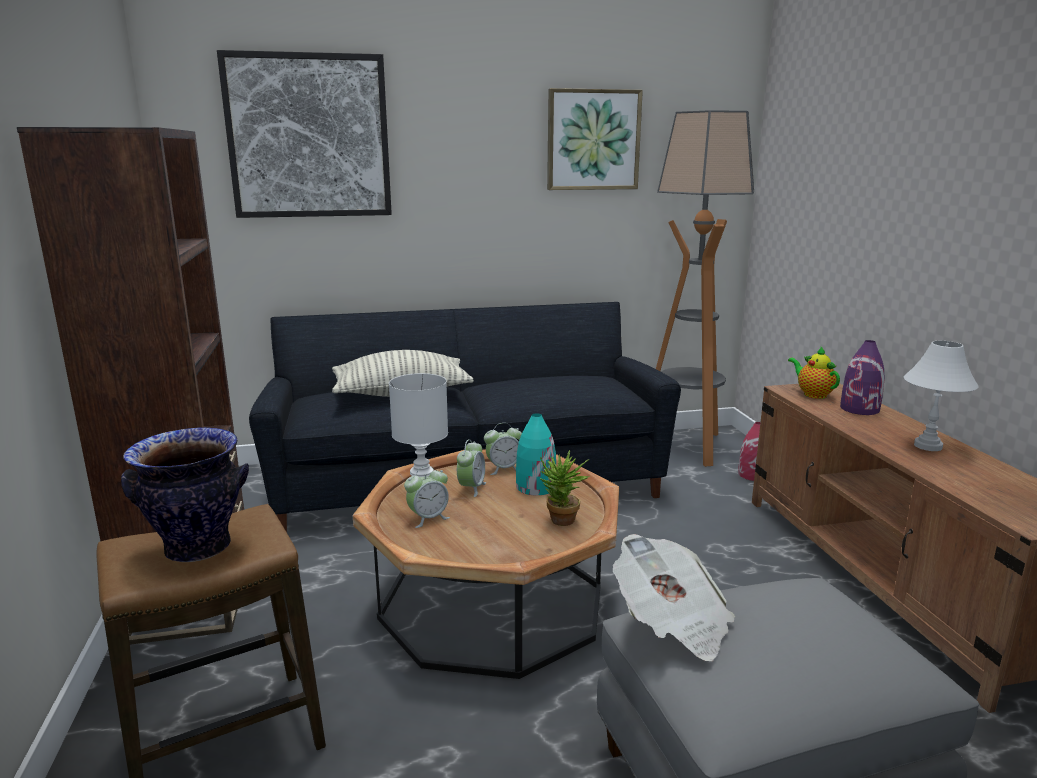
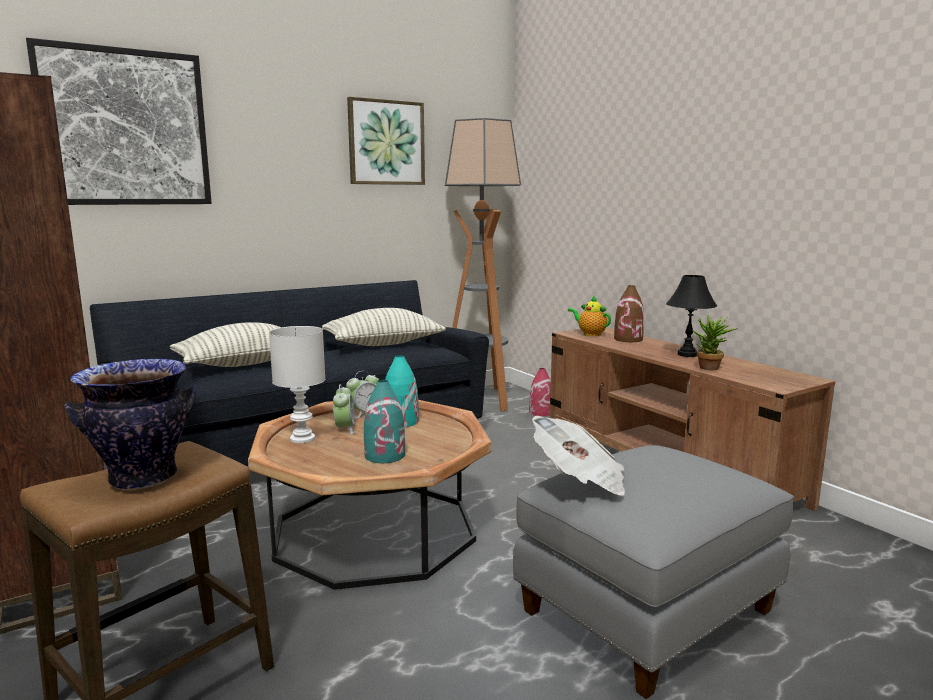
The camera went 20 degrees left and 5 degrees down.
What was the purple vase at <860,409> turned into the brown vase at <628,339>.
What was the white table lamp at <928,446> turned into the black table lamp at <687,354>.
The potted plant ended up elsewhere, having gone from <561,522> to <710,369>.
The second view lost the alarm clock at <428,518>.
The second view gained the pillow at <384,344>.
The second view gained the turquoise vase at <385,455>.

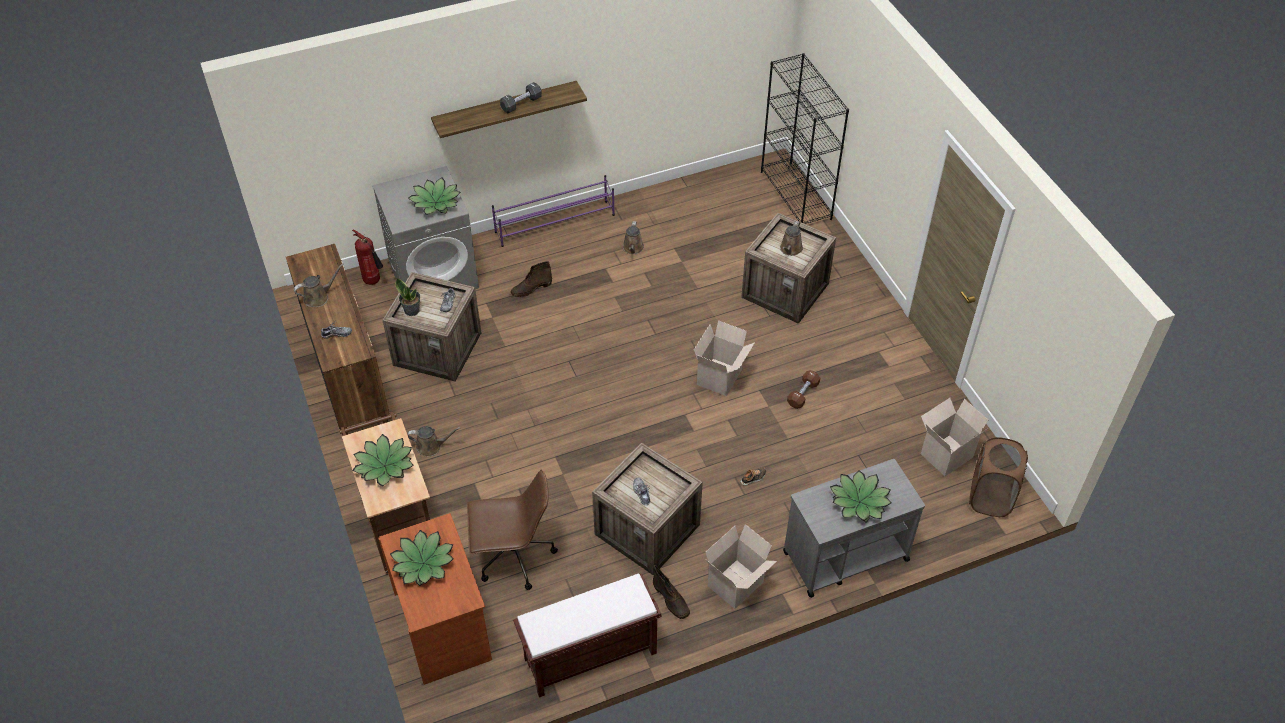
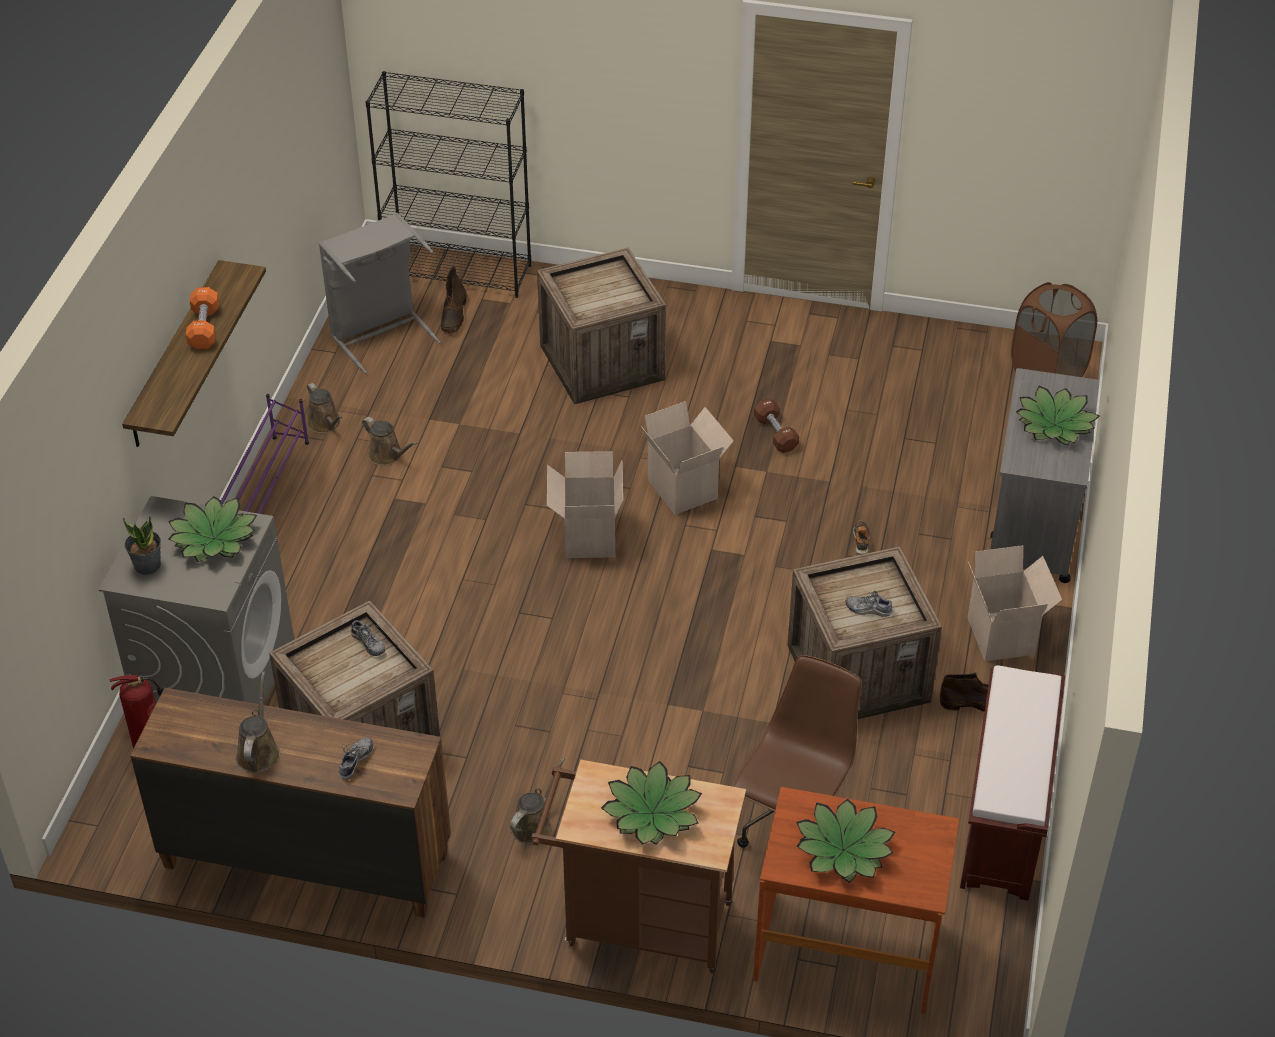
The camera went 55 degrees left and 5 degrees down.
What was the black dumbbell at <521,104> turned into the orange dumbbell at <204,328>.
The brown watering can ended up elsewhere, having gone from <790,249> to <325,424>.
The brown boot ended up elsewhere, having gone from <531,288> to <454,316>.
The potted plant ended up elsewhere, having gone from <412,310> to <147,565>.
The cardboard box ended up elsewhere, having gone from <946,454> to <588,536>.
The second view gained the grey laundry basket at <380,334>.

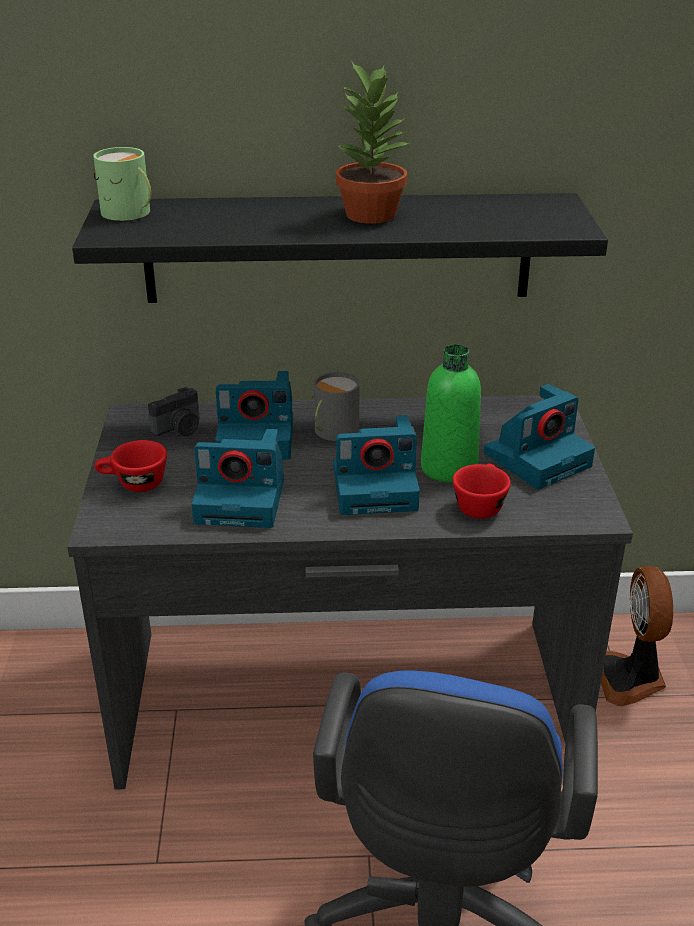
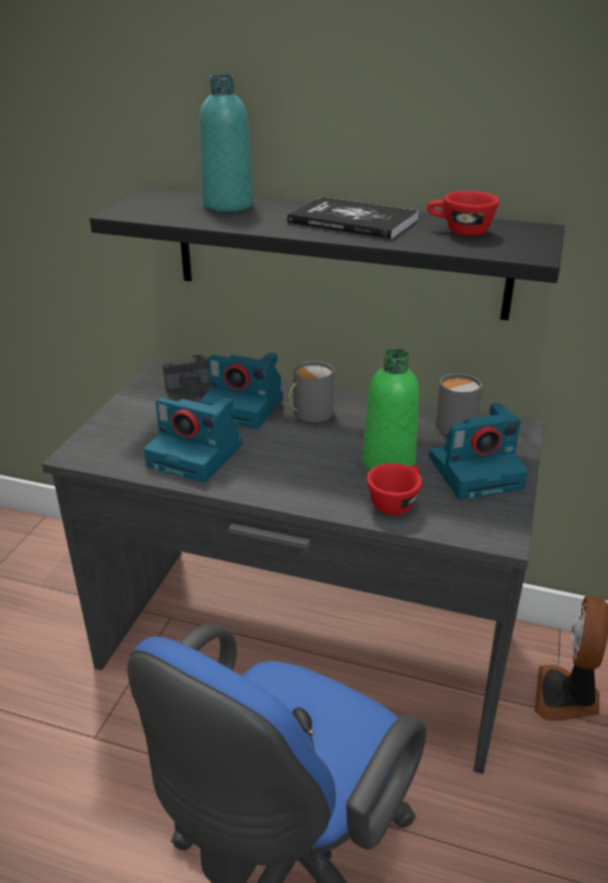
The camera went 20 degrees right and 0 degrees up.
Where the potted plant stood at <370,214>, the book came to stand at <353,221>.
The second view lost the green mug at <129,213>.
The second view lost the photo camera at <377,488>.
The red cup ended up elsewhere, having gone from <133,484> to <459,231>.
The second view gained the turquoise bottle at <228,205>.
The second view gained the grey mug at <453,423>.

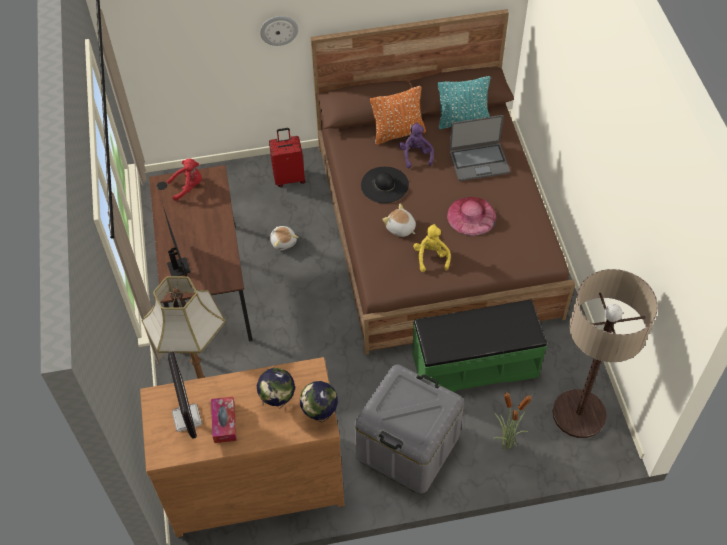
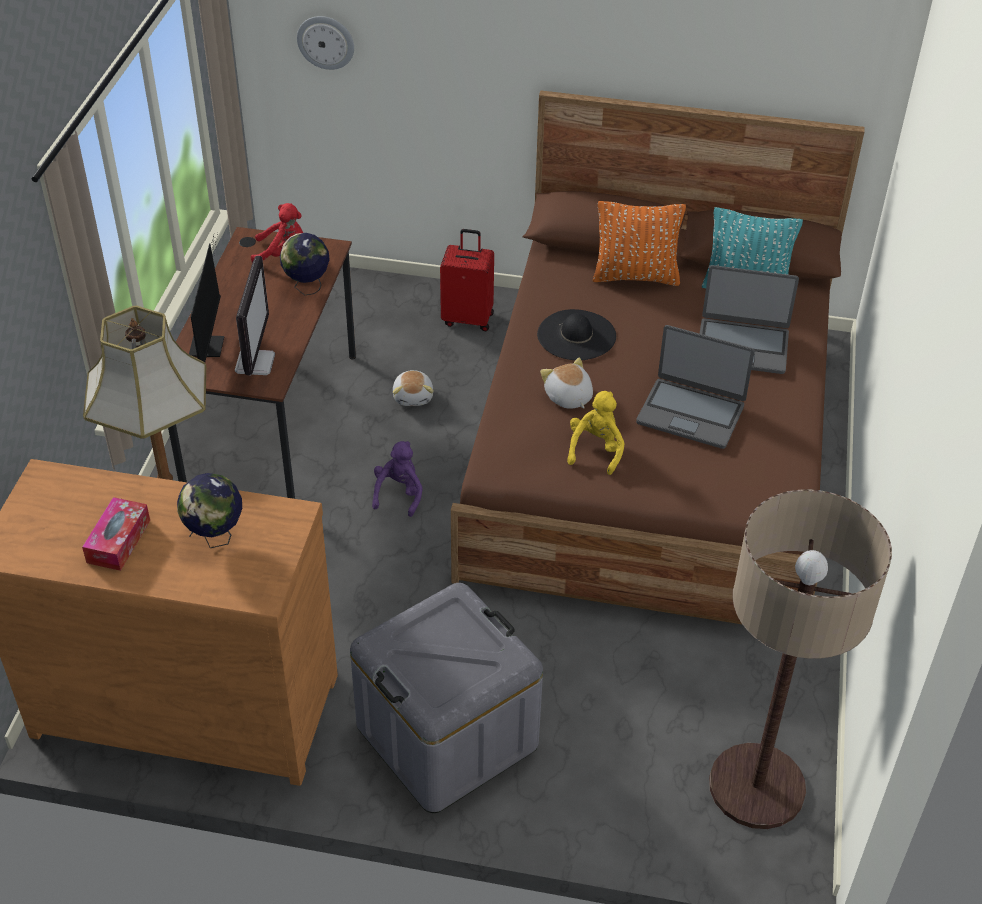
The camera went 20 degrees right and 10 degrees down.
The wall clock ended up elsewhere, having gone from <279,30> to <326,42>.
The purple plush toy ended up elsewhere, having gone from <415,155> to <399,494>.
Where the pink hat stood at <471,216>, the laptop came to stand at <691,413>.
The second view lost the green bench at <474,364>.
The monitor ended up elsewhere, having gone from <186,417> to <255,362>.
The globe ended up elsewhere, having gone from <320,414> to <307,288>.
The second view lost the potted plant at <506,443>.

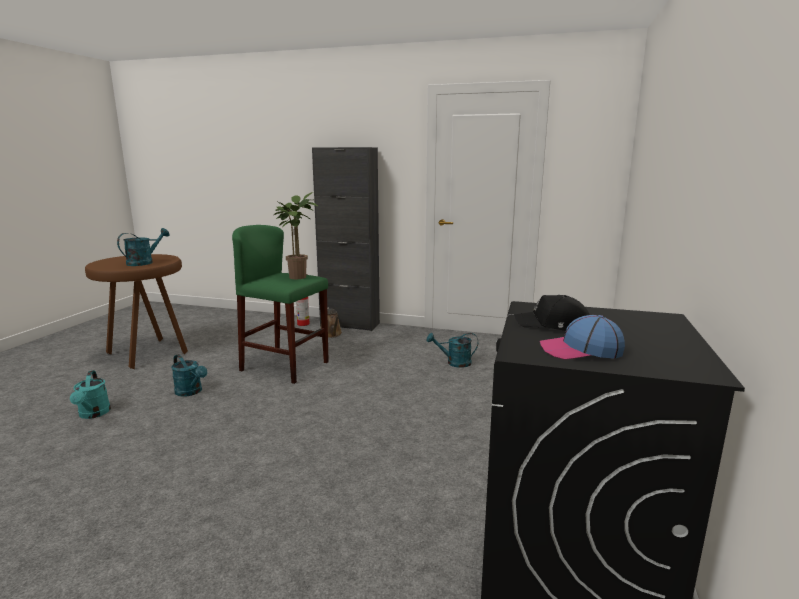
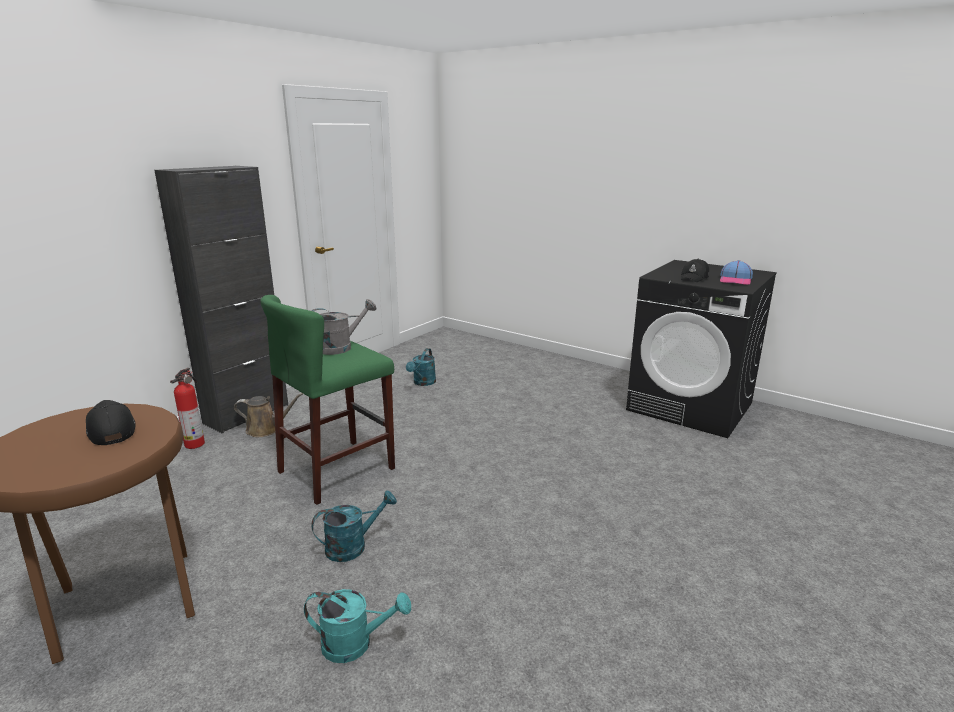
The camera went 70 degrees left and 5 degrees up.
Where the potted plant stood at <297,276>, the grey watering can came to stand at <341,347>.
Where the turquoise watering can stood at <144,262>, the black cap came to stand at <111,431>.

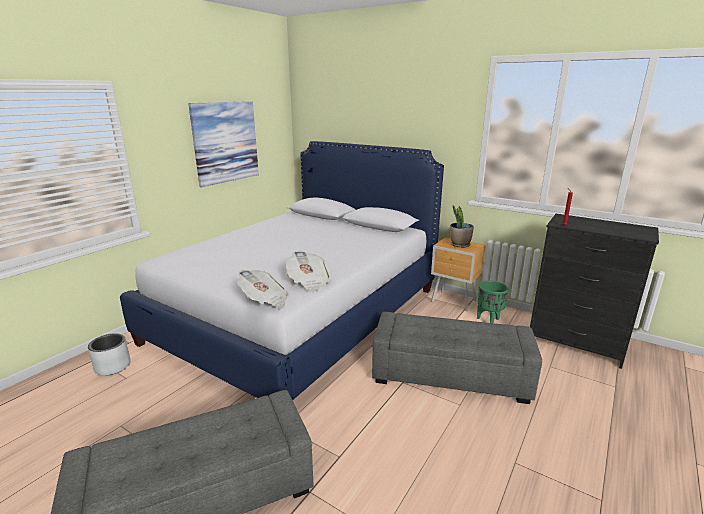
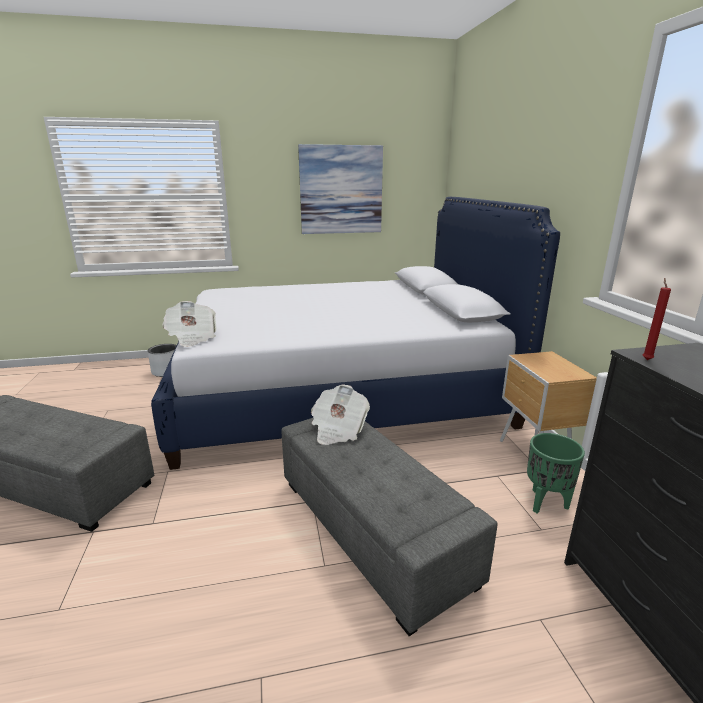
The camera went 45 degrees right and 0 degrees up.
The second view lost the potted plant at <459,245>.
The newspaper ended up elsewhere, having gone from <308,282> to <338,429>.

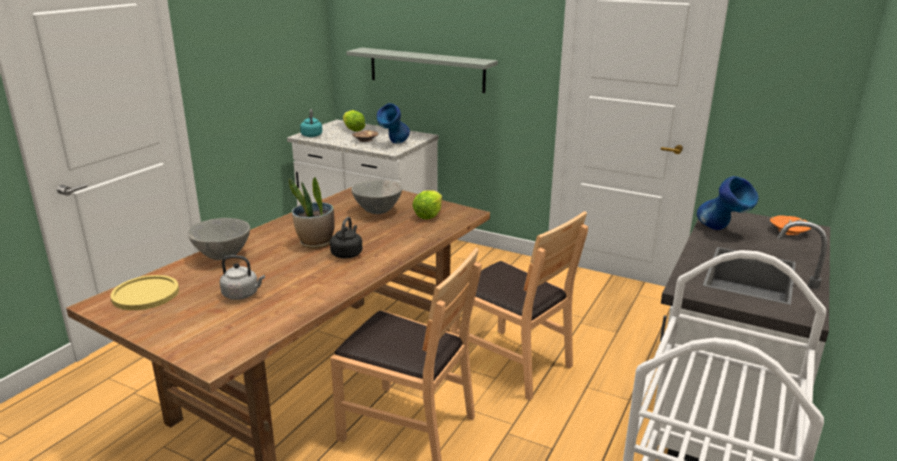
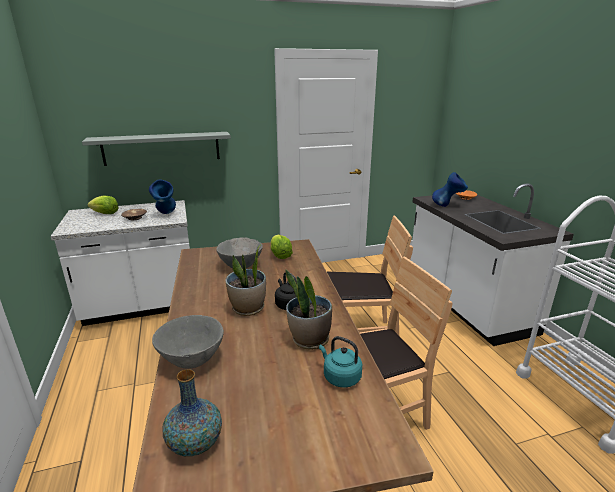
The camera went 45 degrees left and 0 degrees up.
The turquoise kettle ended up elsewhere, having gone from <311,135> to <340,377>.
The second view lost the grey kettle at <242,294>.
Where the yellow plate stood at <145,294>, the vase came to stand at <195,443>.
The second view gained the potted plant at <309,340>.

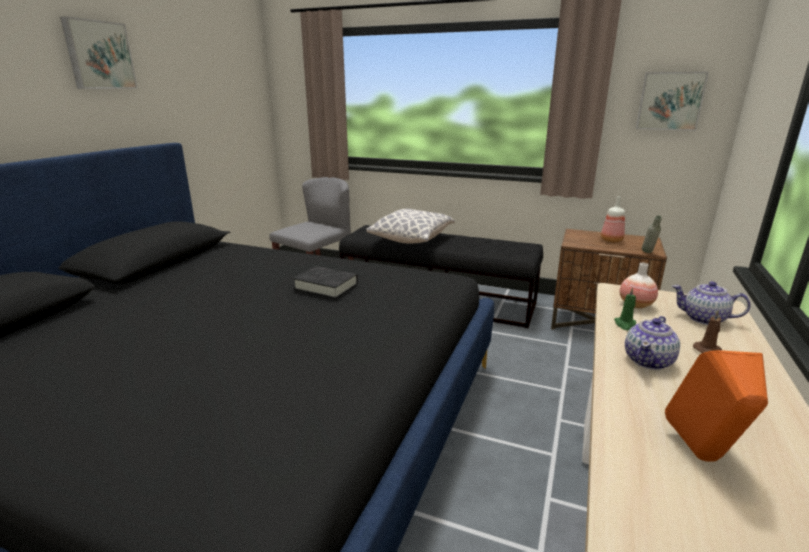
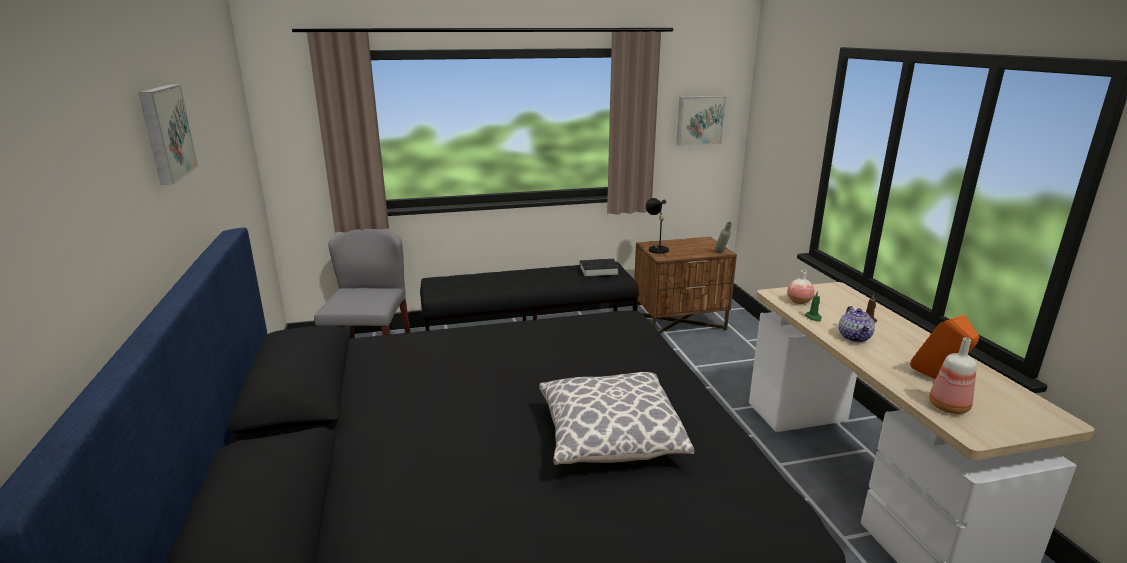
The camera went 35 degrees left and 0 degrees up.
The bottle ended up elsewhere, having gone from <610,240> to <947,406>.
The pillow ended up elsewhere, having gone from <411,240> to <609,439>.
The black book ended up elsewhere, having gone from <326,286> to <599,271>.
The second view lost the teapot at <703,319>.
The second view gained the black table lamp at <656,249>.

